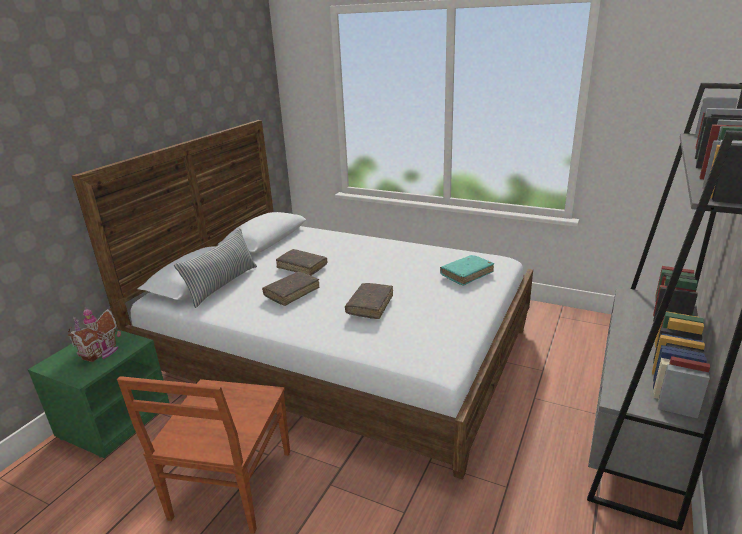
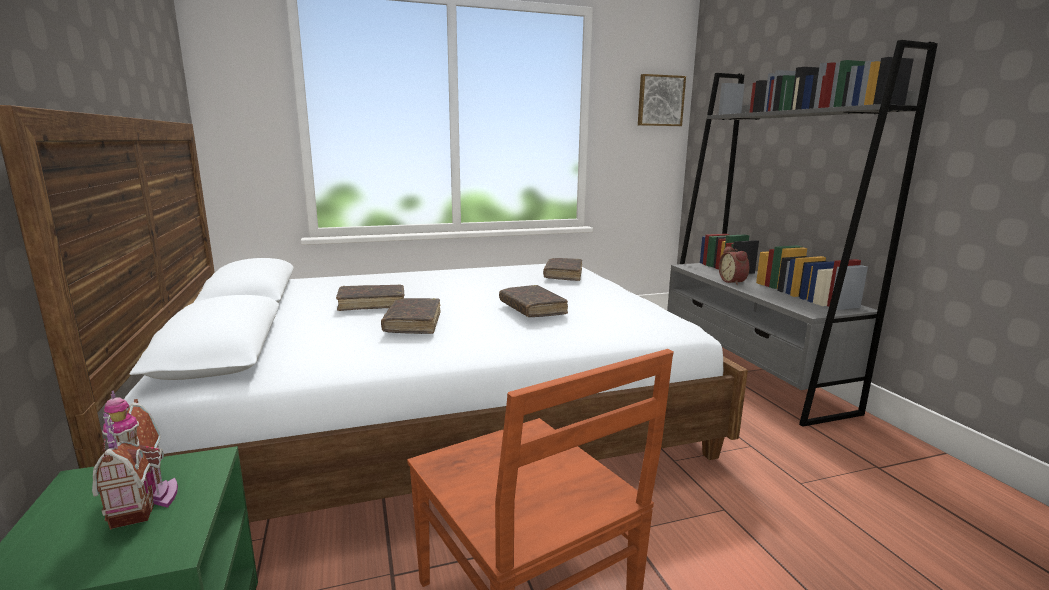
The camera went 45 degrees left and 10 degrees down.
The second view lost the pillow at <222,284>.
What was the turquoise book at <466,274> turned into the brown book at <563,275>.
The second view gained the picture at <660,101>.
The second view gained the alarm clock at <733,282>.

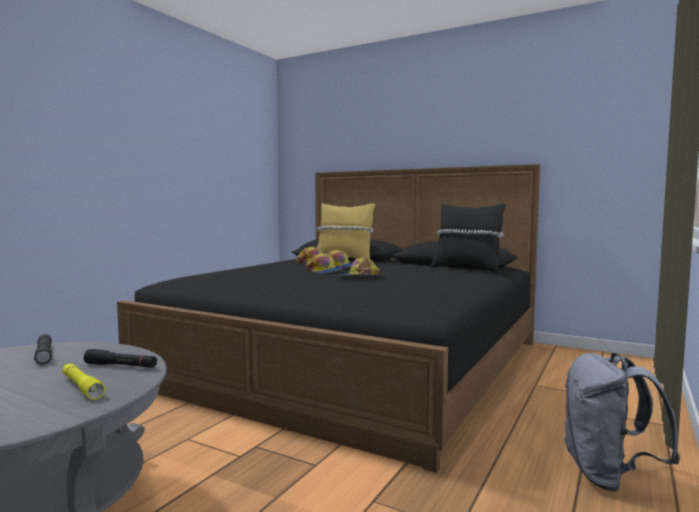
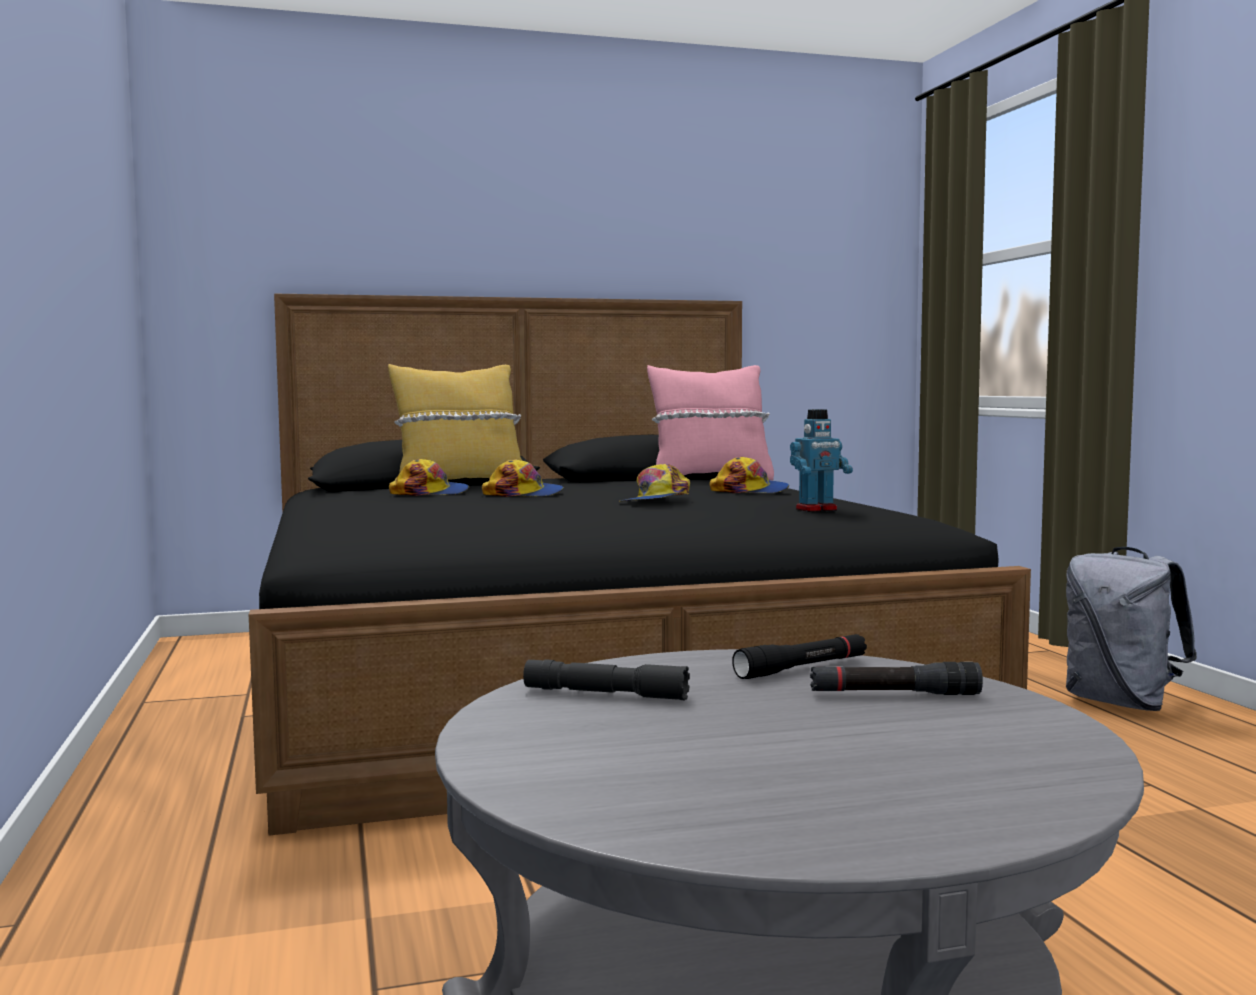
The camera went 45 degrees left and 0 degrees up.
What was the black pillow at <467,268> turned into the pink pillow at <709,479>.
The cap ended up elsewhere, having gone from <323,271> to <750,491>.
What was the yellow flashlight at <81,387> turned into the black flashlight at <894,694>.
The second view gained the toy robot at <817,510>.

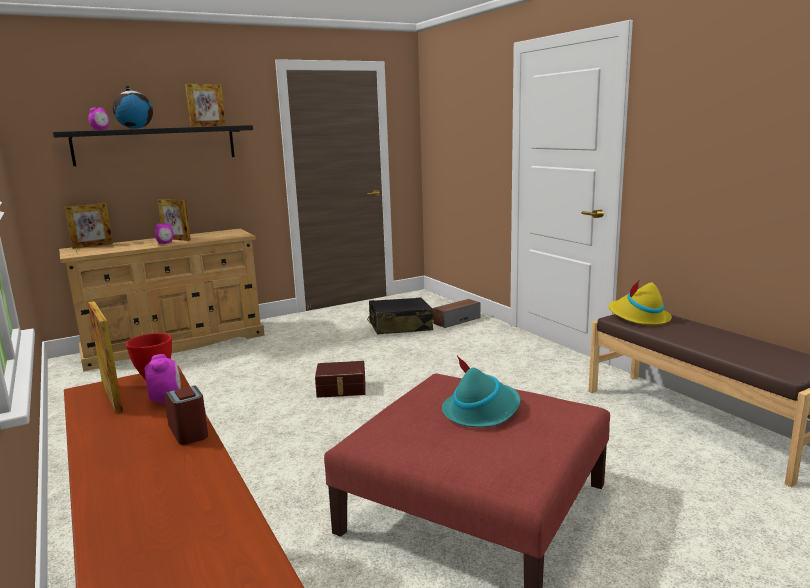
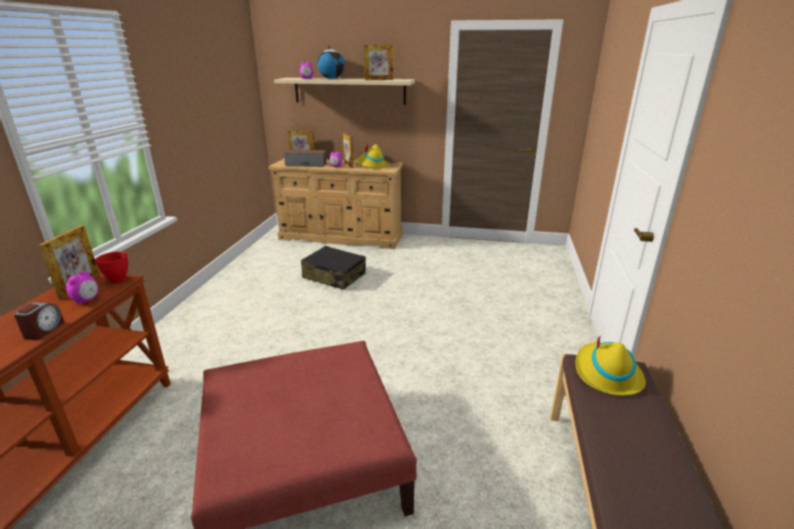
The camera went 40 degrees right and 10 degrees up.
What was the black shelf at <156,145> turned into the beige shelf at <349,91>.
The black suitcase ended up elsewhere, having gone from <400,326> to <334,276>.
The speaker ended up elsewhere, having gone from <456,320> to <306,164>.
The second view lost the turquoise hat at <481,411>.
The second view lost the brown storage box at <341,389>.
The second view gained the yellow hat at <371,165>.

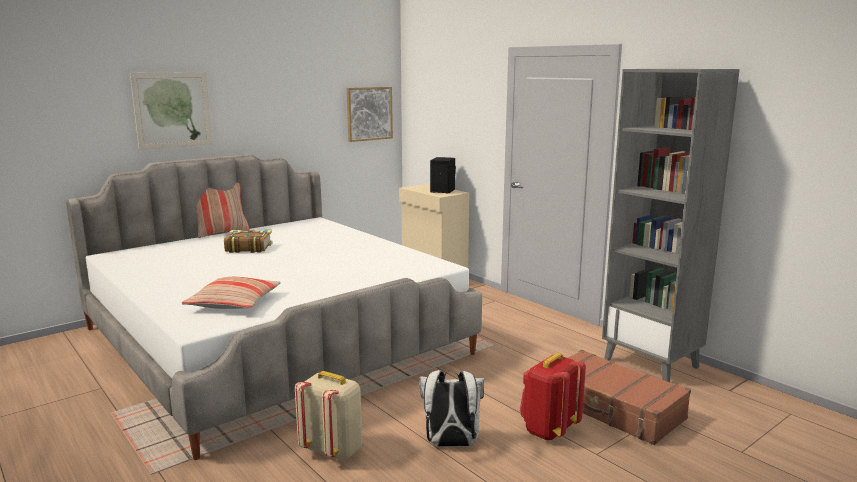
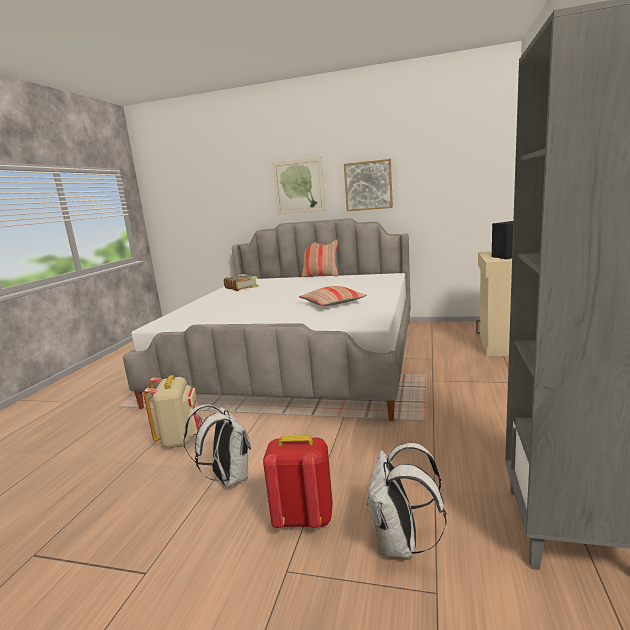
The camera went 55 degrees right and 0 degrees up.
The picture ended up elsewhere, having gone from <369,113> to <368,185>.
The book ended up elsewhere, having gone from <248,248> to <241,287>.
The pillow ended up elsewhere, having gone from <234,303> to <332,303>.
Where the brown suitcase stood at <612,408>, the white backpack came to stand at <401,544>.

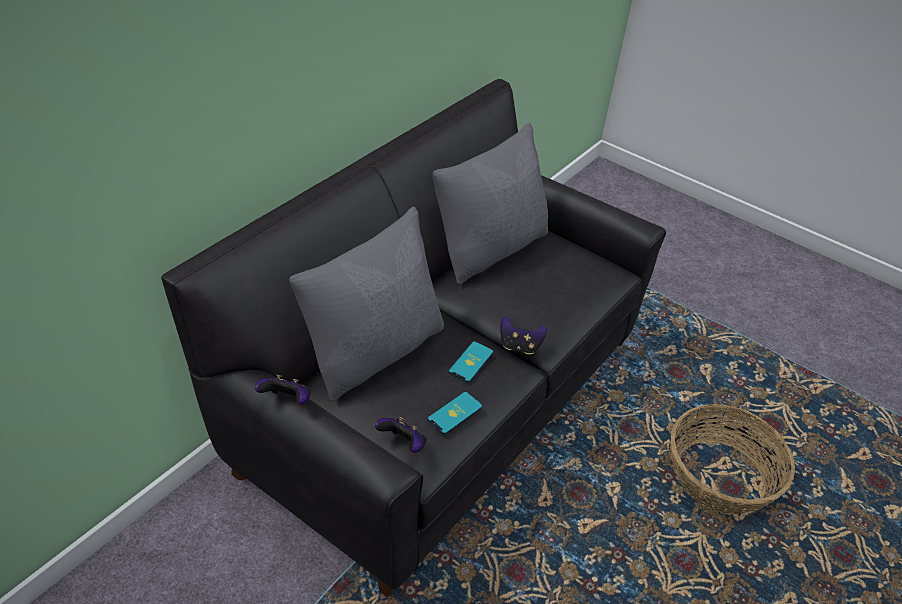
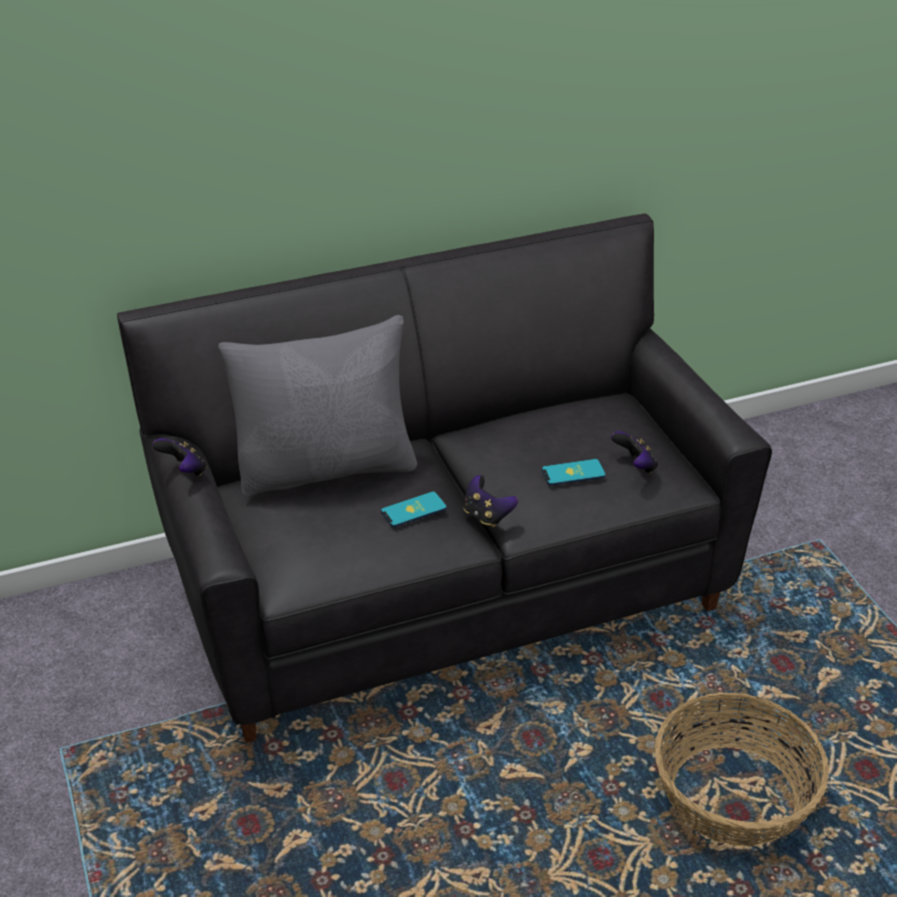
The camera went 35 degrees right and 5 degrees down.
The second view lost the grey pillow at <491,249>.
The phone ended up elsewhere, having gone from <455,413> to <573,473>.
The game controller ended up elsewhere, having gone from <403,444> to <635,466>.

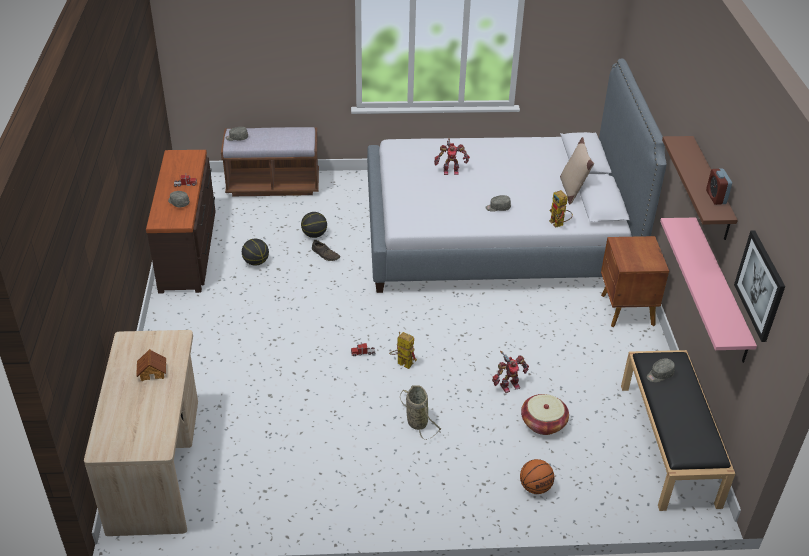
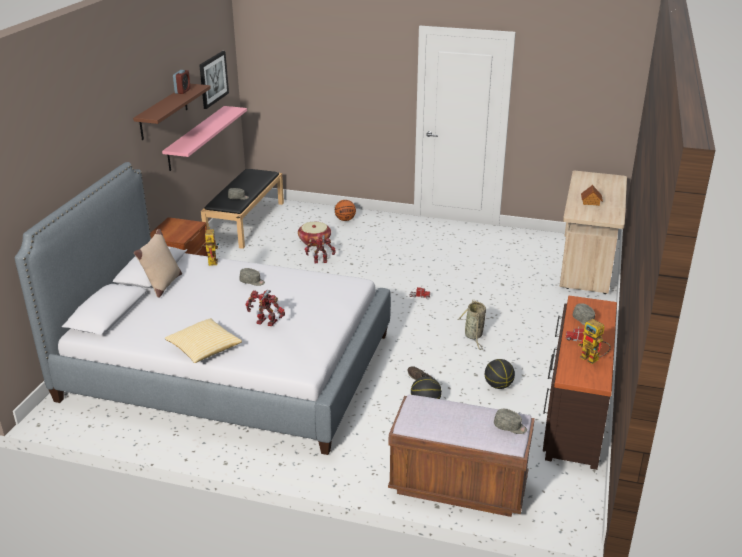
The camera went 160 degrees left and 10 degrees down.
The toy robot ended up elsewhere, having gone from <401,363> to <593,360>.
The basket ended up elsewhere, having gone from <416,420> to <474,336>.
The second view gained the pillow at <204,349>.

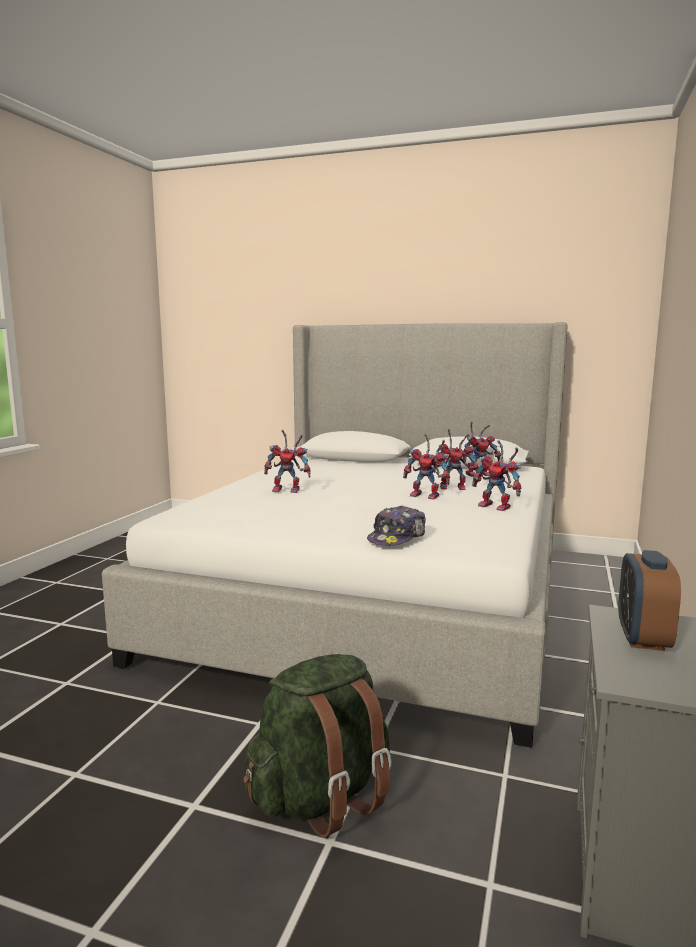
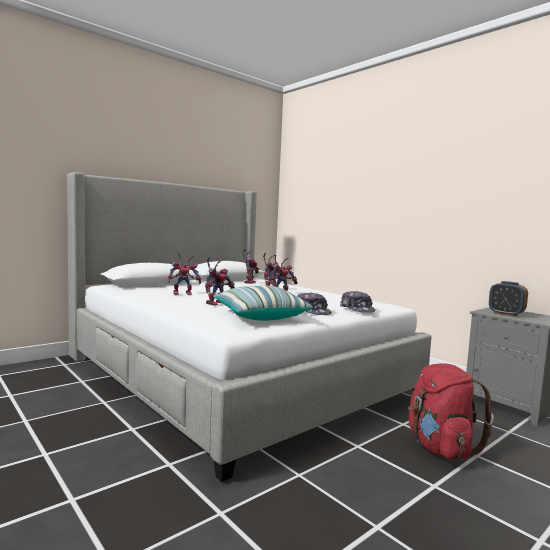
The camera went 60 degrees left and 5 degrees down.
The toy robot ended up elsewhere, having gone from <498,507> to <184,293>.
What was the green backpack at <322,797> turned into the red backpack at <440,447>.
The second view gained the pillow at <259,316>.
The second view gained the cap at <312,311>.

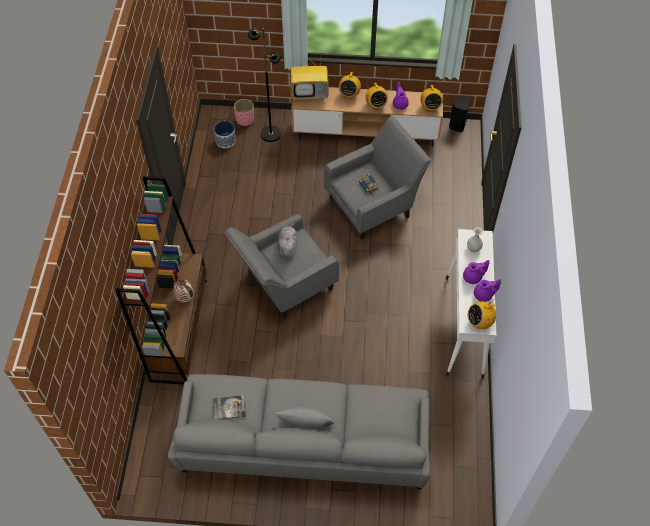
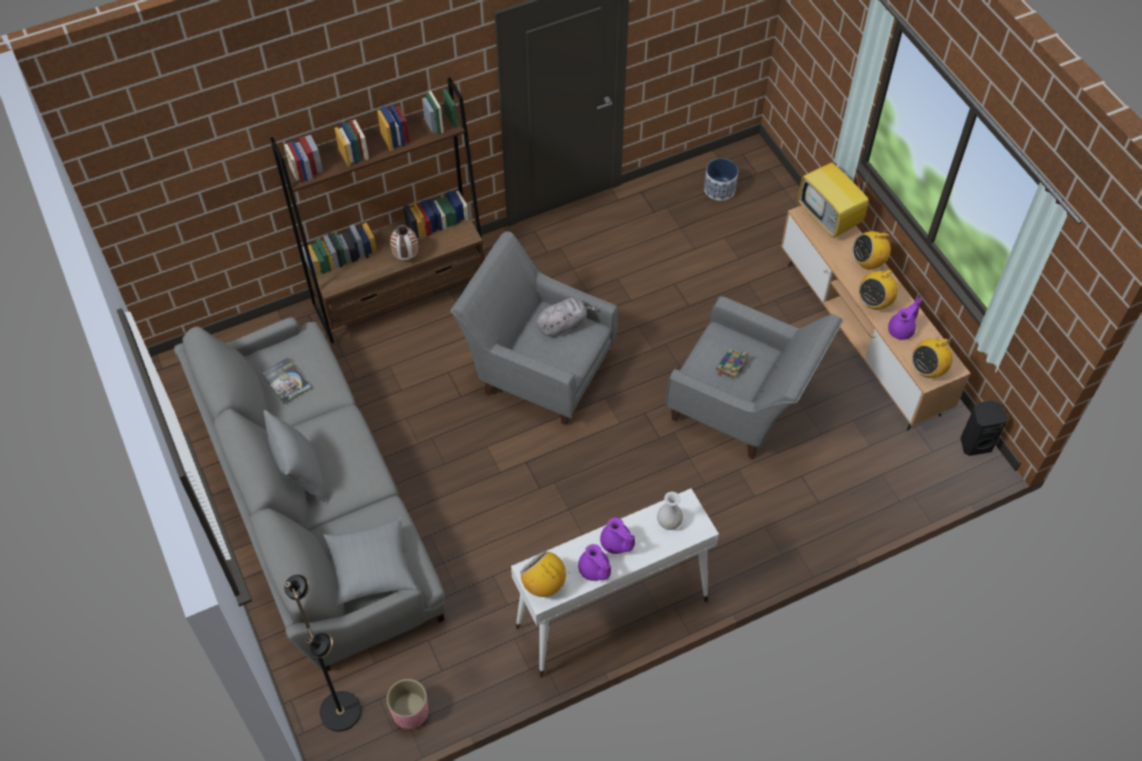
The camera went 60 degrees right and 0 degrees up.
The black floor lamp ended up elsewhere, having gone from <270,133> to <341,711>.
The pink planter ended up elsewhere, having gone from <245,120> to <410,712>.
The second view gained the grey pillow at <371,568>.

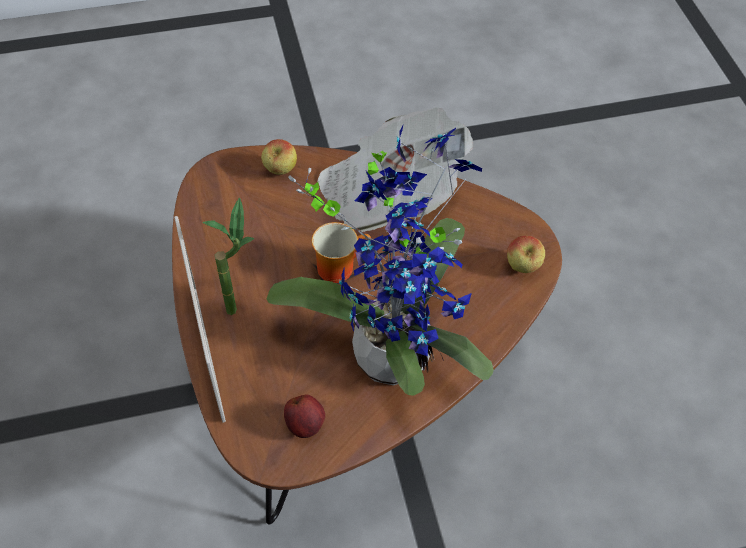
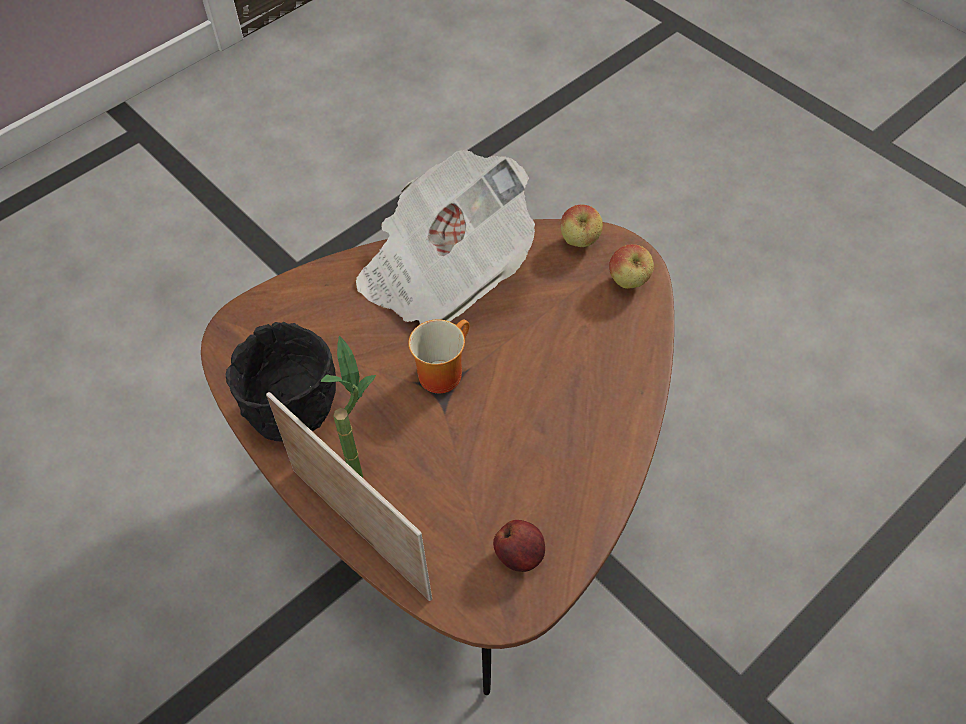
The camera went 25 degrees left and 0 degrees up.
The second view lost the potted plant at <392,346>.
The apple ended up elsewhere, having gone from <280,170> to <580,242>.
The second view gained the black bowl at <296,412>.

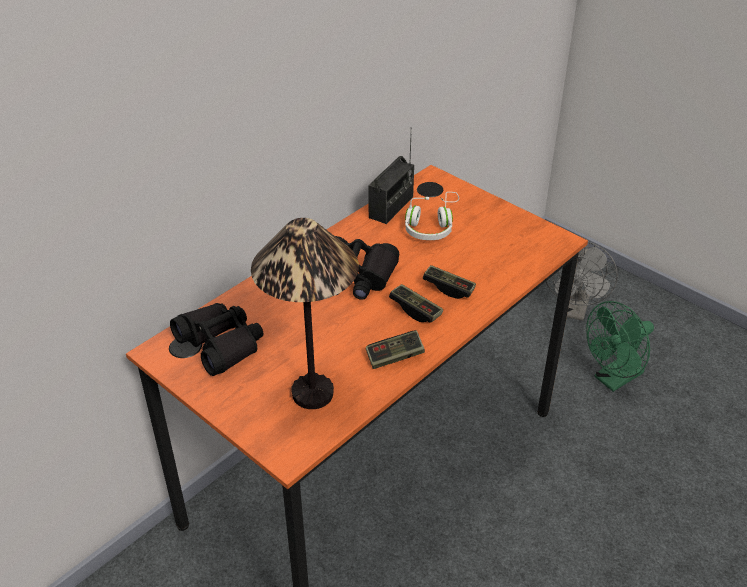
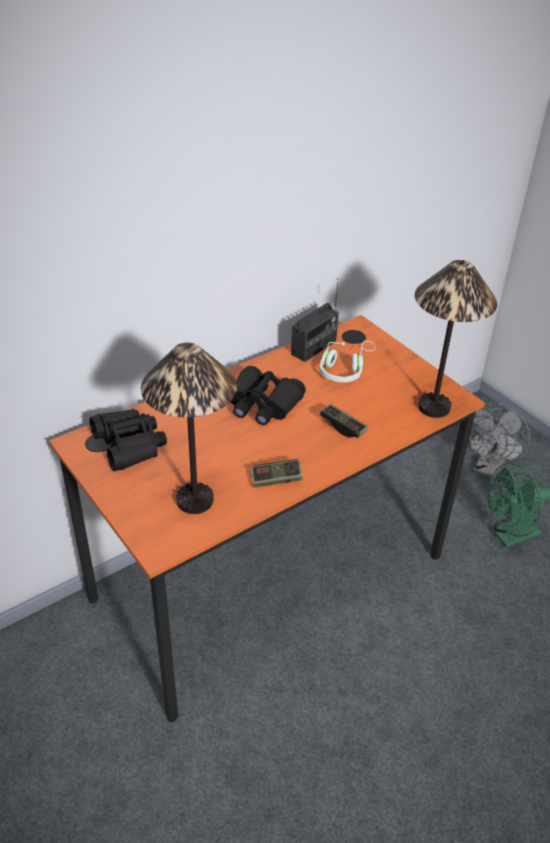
The camera went 10 degrees right and 0 degrees up.
The second view lost the game controller at <415,310>.
The second view gained the table lamp at <434,407>.

